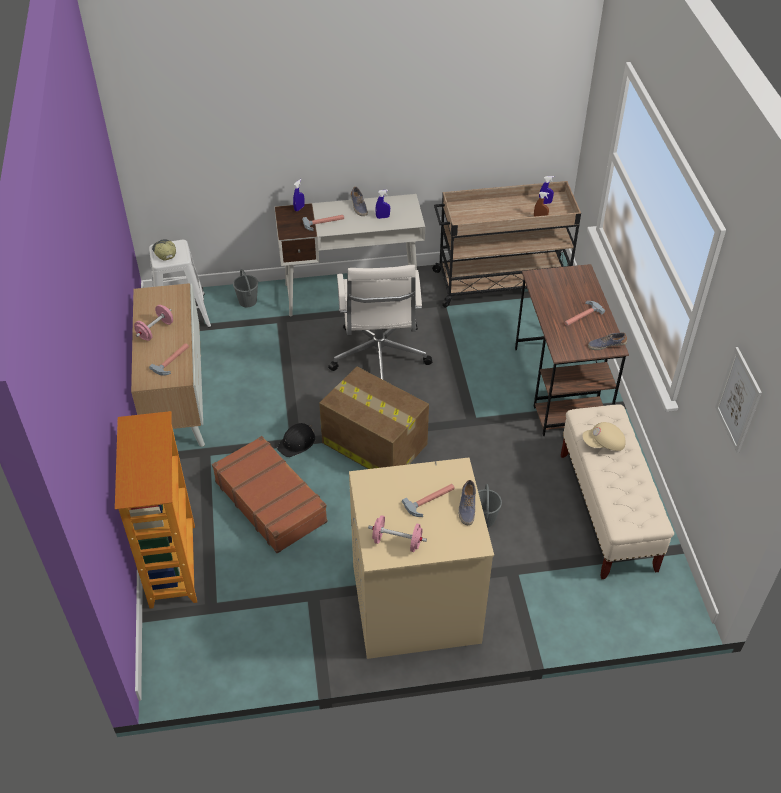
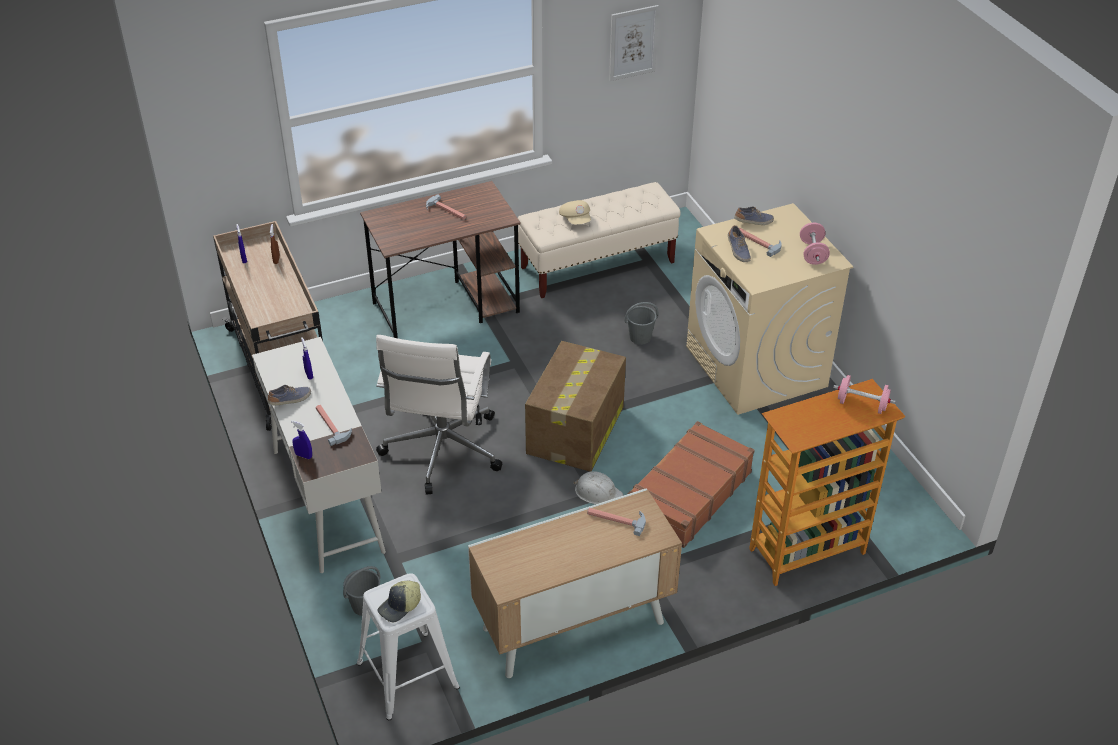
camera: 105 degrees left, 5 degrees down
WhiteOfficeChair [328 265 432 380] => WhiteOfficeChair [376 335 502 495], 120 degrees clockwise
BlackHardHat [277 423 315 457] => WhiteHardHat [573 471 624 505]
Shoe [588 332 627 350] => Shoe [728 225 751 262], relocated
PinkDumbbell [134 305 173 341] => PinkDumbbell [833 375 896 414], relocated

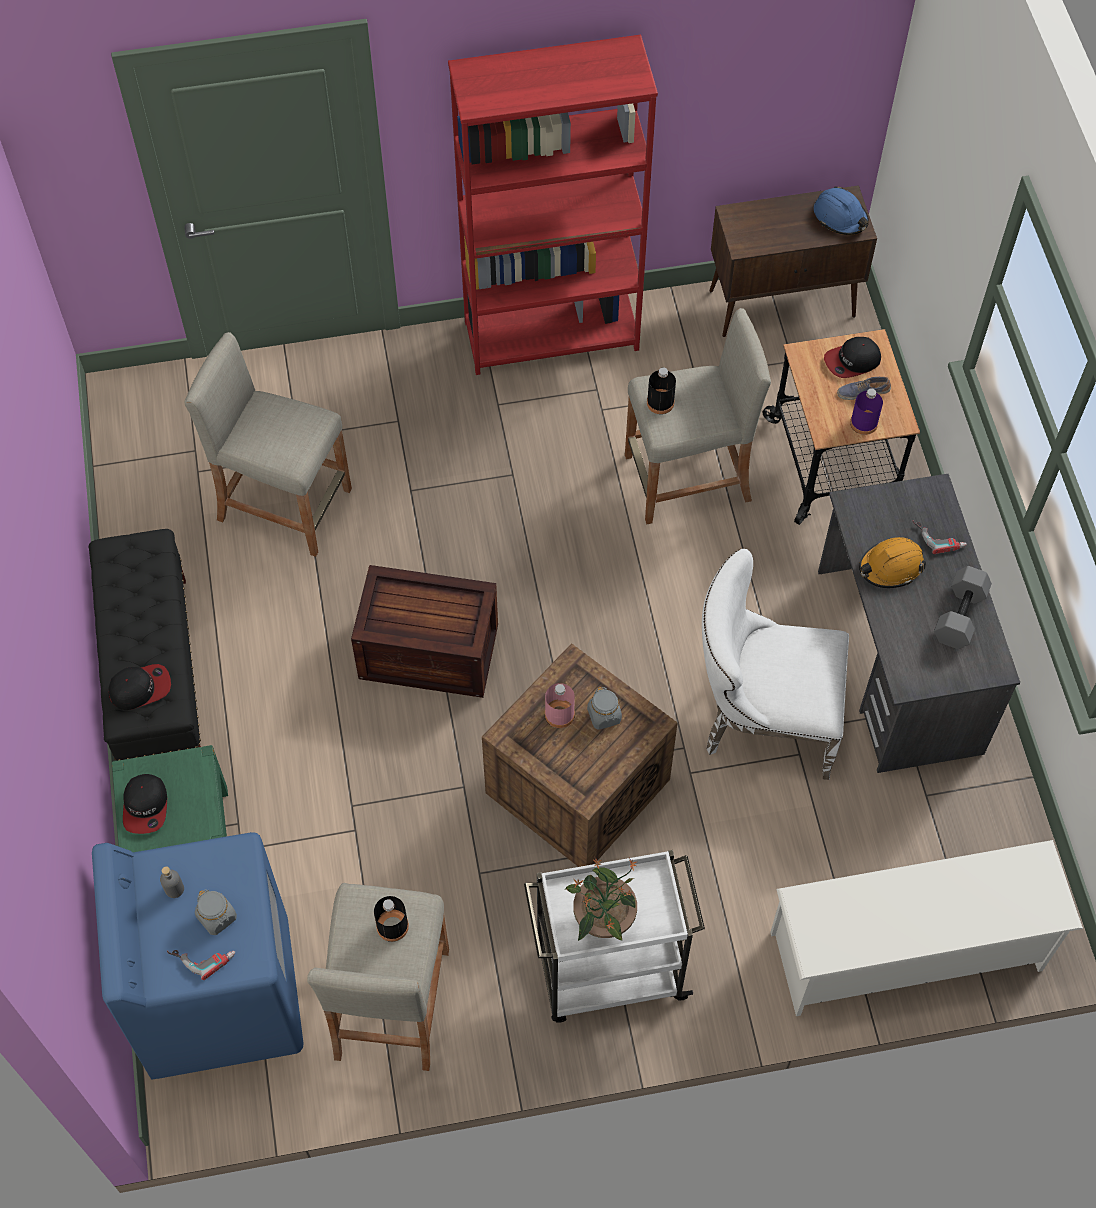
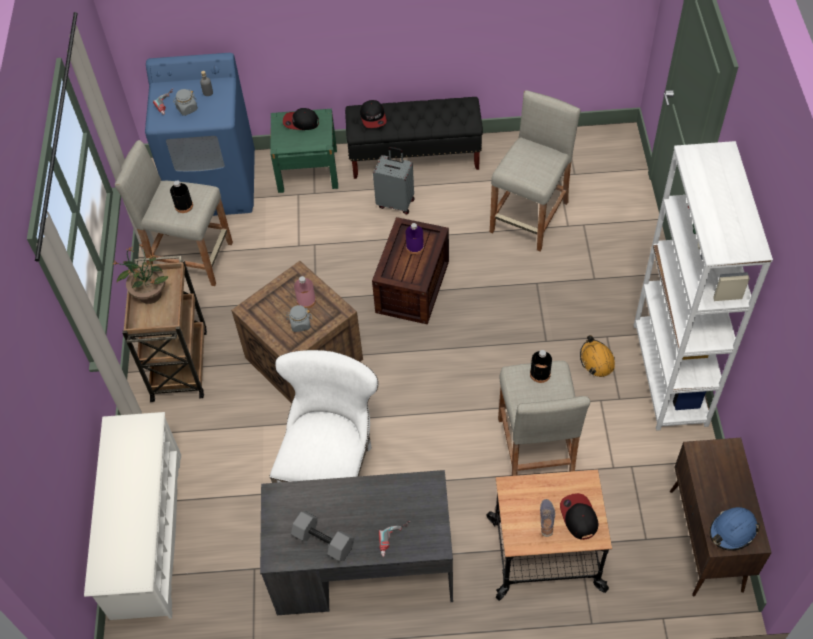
camera: 100 degrees right, 5 degrees down
WhiteCart [524 850 705 1023] => BrownCart [122 256 207 402]
nothing => GreySuitcase [373 147 414 214]
PurpleBottle [850 388 883 435] => PurpleBottle [406 223 424 255], relocated
OrangeHardHat [859 537 926 588] => OrangeHardHat [580 335 615 377], relocated
RedBookcase [448 35 658 375] => WhiteBookcase [634 141 773 431]

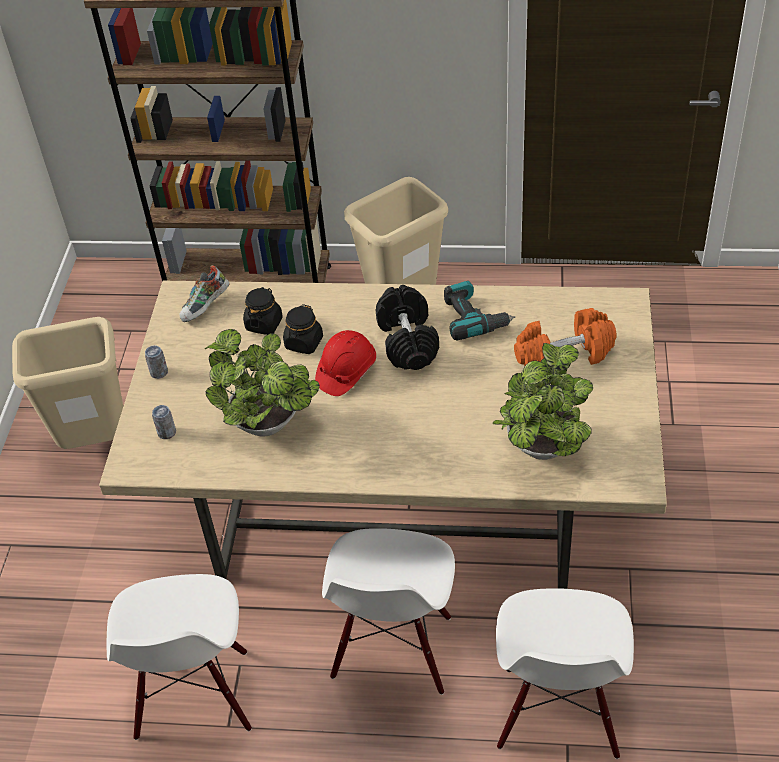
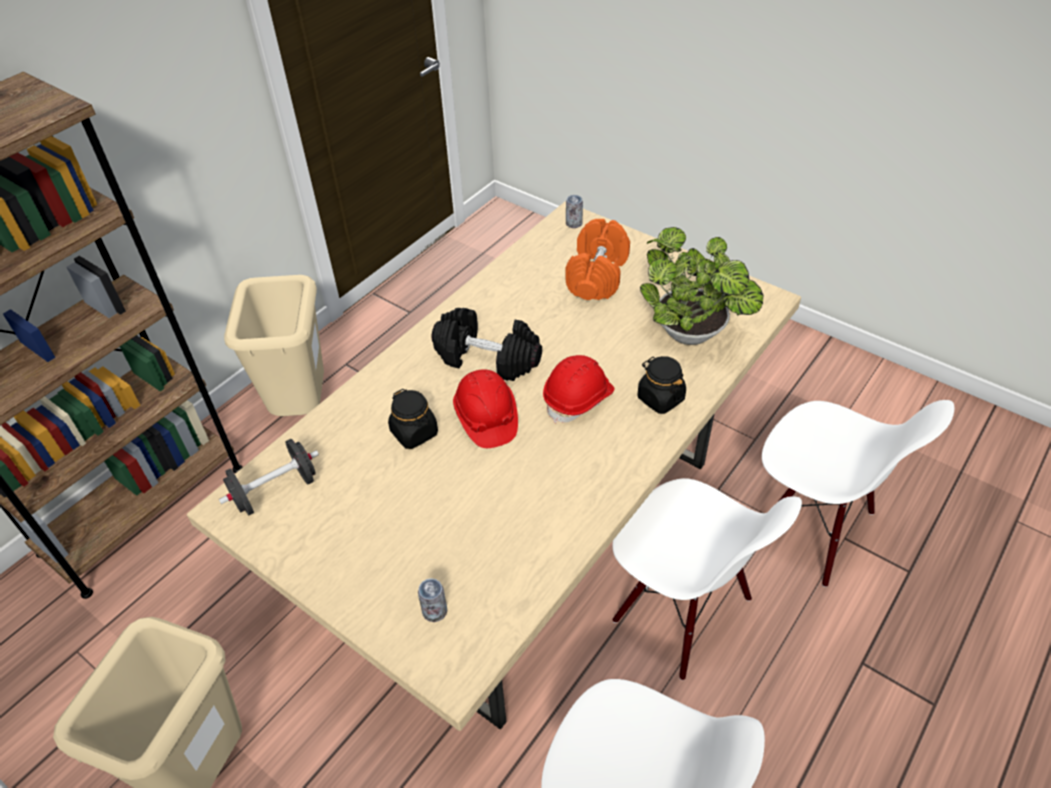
camera: 60 degrees left, 0 degrees up
Shoe [179 265 230 322] => BlackDumbbell [219 439 319 515]
nothing => RedHardHat [543 355 614 423]
Can [145 345 168 379] => Can [566 195 583 228], relocated
BlackJar [243 287 283 335] => BlackJar [638 356 686 414], relocated
PottedPlant [205 329 320 437] => nothing
PowerDrill [444 281 515 341] => nothing

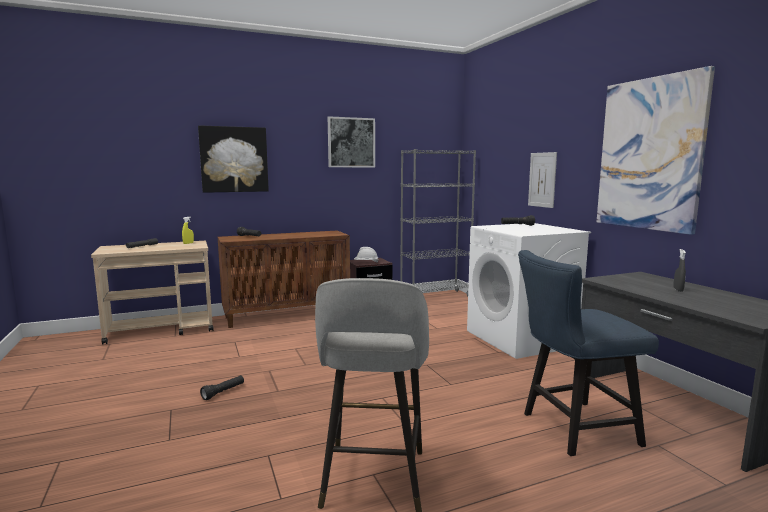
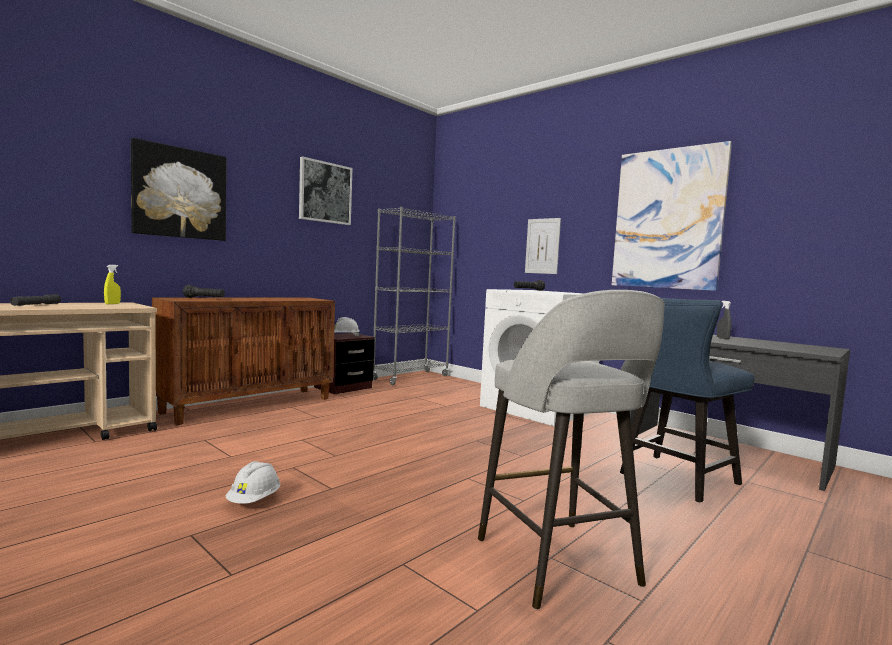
camera: 25 degrees left, 5 degrees down
BlackFlashlight [200 375 244 400] => WhiteHardHat [225 461 280 504]

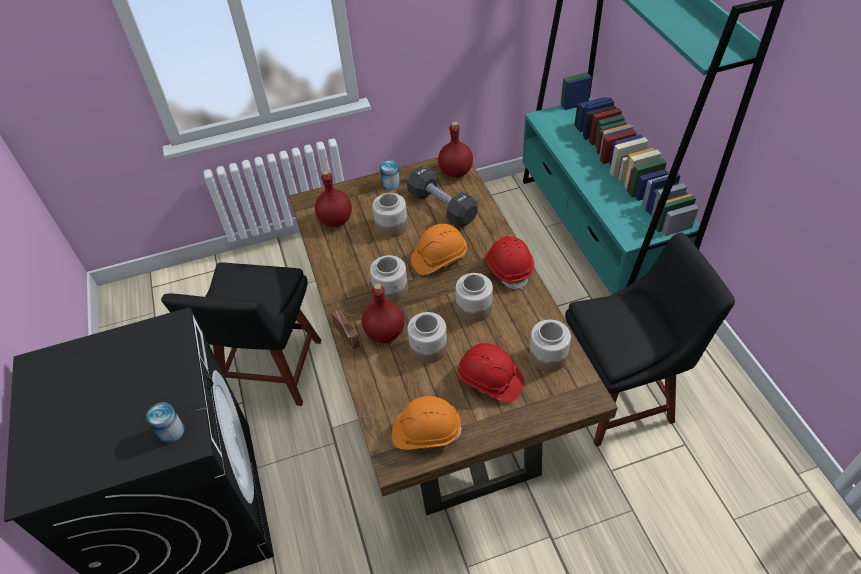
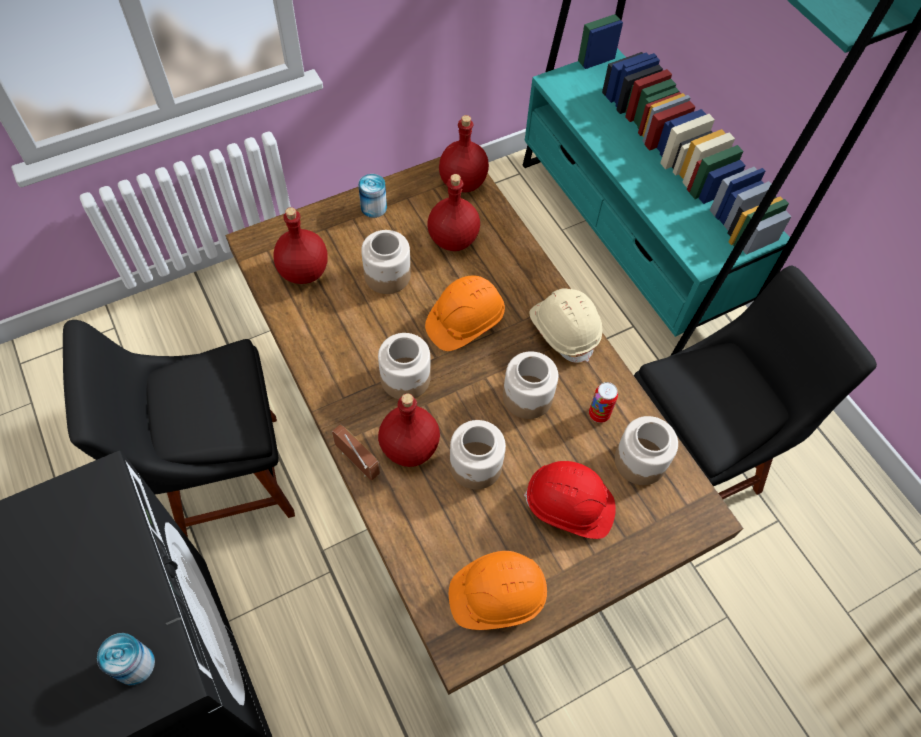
camera: 15 degrees left, 10 degrees up
BlackChair [161 263 321 406] => BlackChair [63 320 295 538], 75 degrees clockwise
BlackDumbbell [407 166 478 227] => RedBottle [427 174 480 251]
RedHardHat [485 236 534 289] => BeigeHardHat [529 288 602 363]
nothing => Can [589 382 618 423]

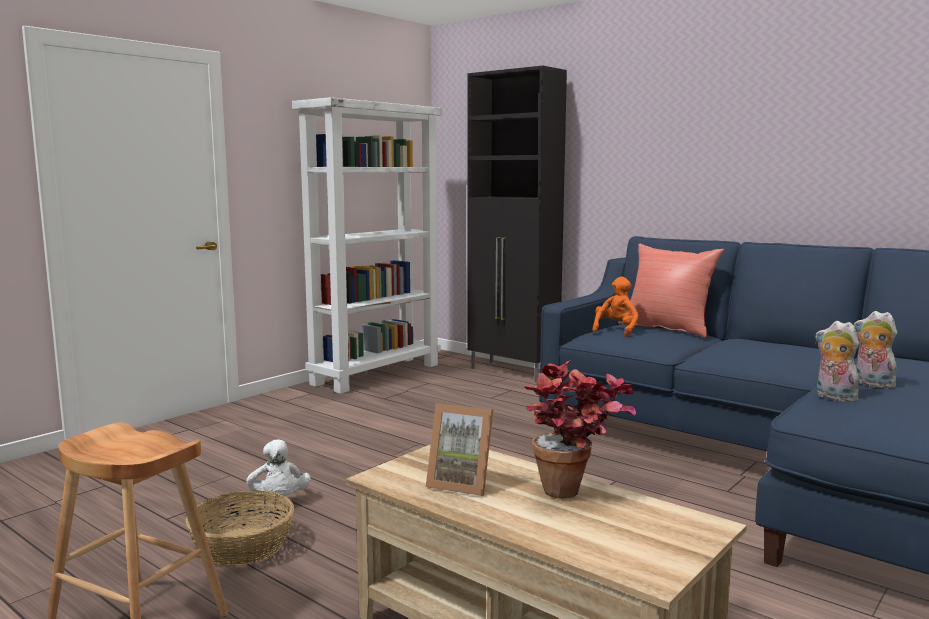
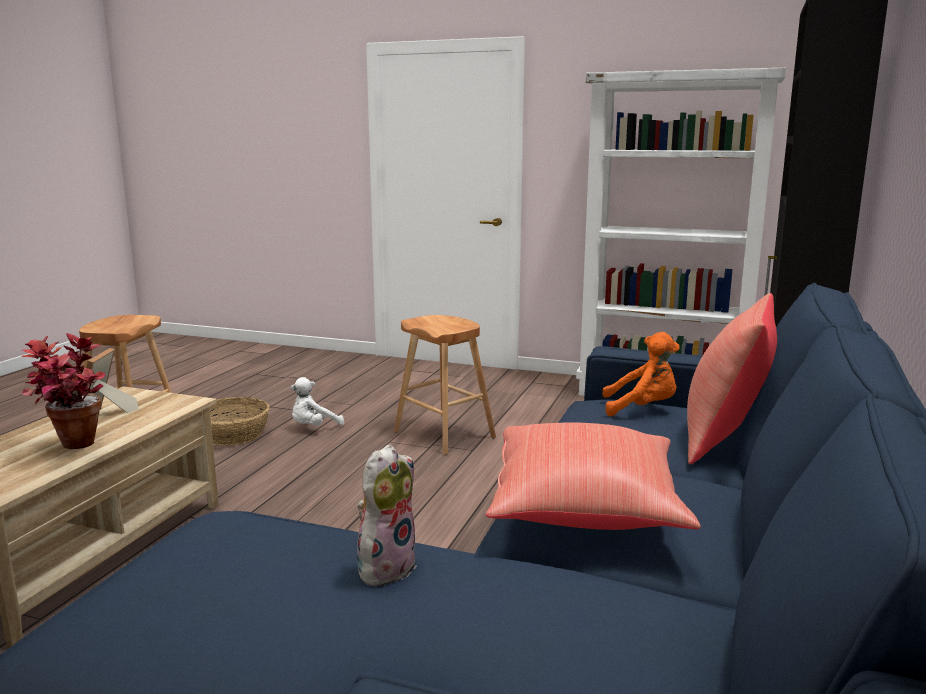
camera: 70 degrees right, 5 degrees up
nothing => BrownStool [394 315 496 455]
nothing => RedPillow [486 422 701 530]
PlushToy [815 321 864 402] => nothing

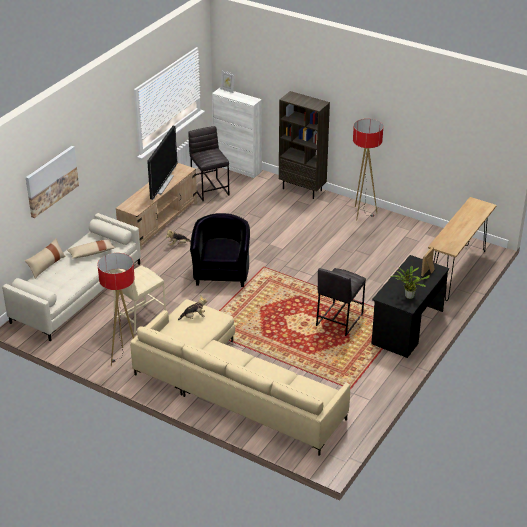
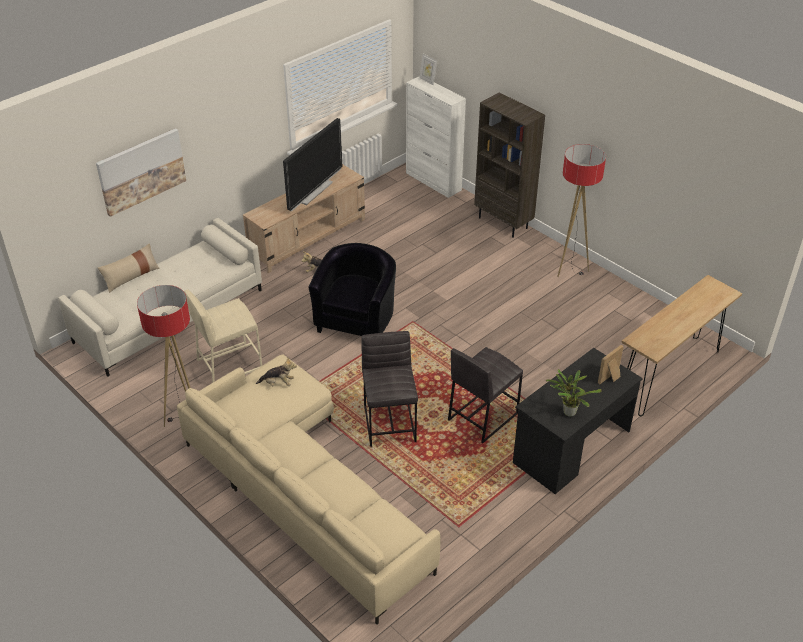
camera: 15 degrees right, 5 degrees up
GreyStool [188 126 229 201] => GreyStool [361 331 418 447], relocated
BeigePillow [67 239 115 259] => nothing

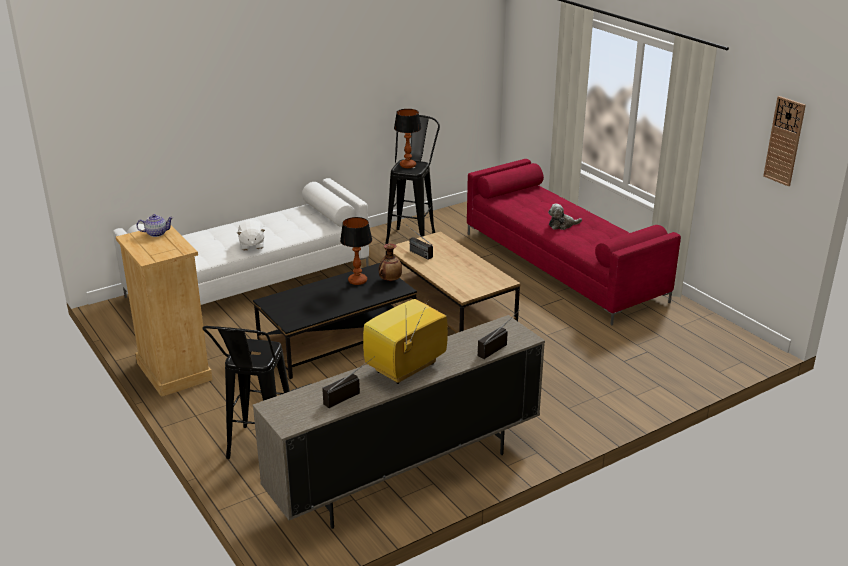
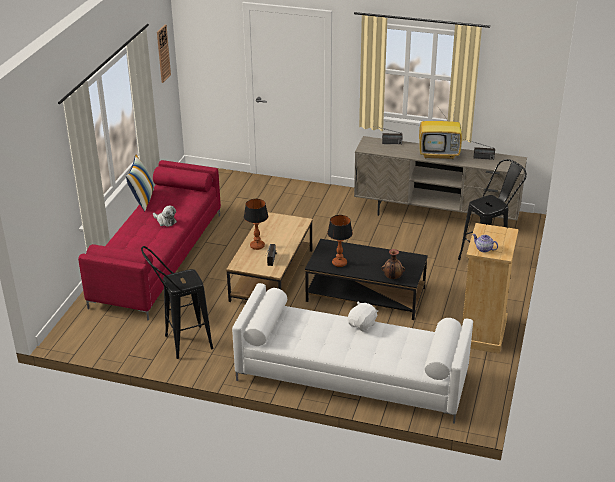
camera: 130 degrees left, 5 degrees up
nothing => Pillow [126 154 154 211]
TableLamp [394 109 421 168] => TableLamp [244 199 268 250], relocated
Vase [379 244 402 281] => Vase [382 249 405 279], relocated

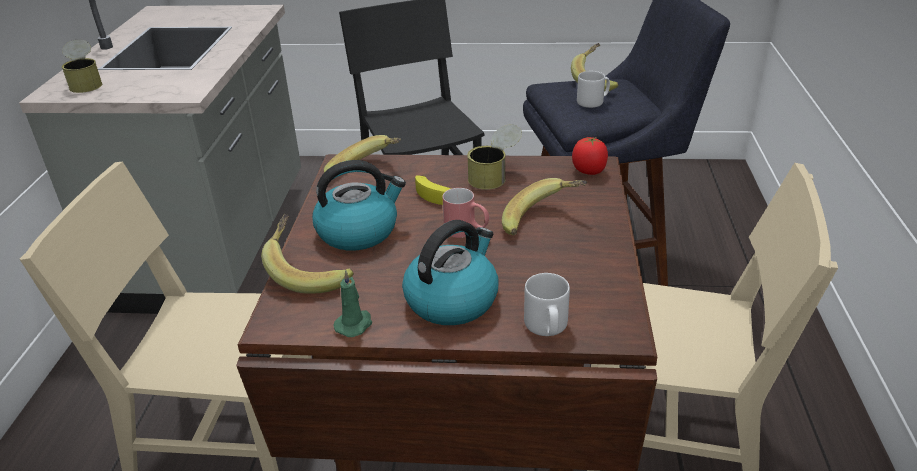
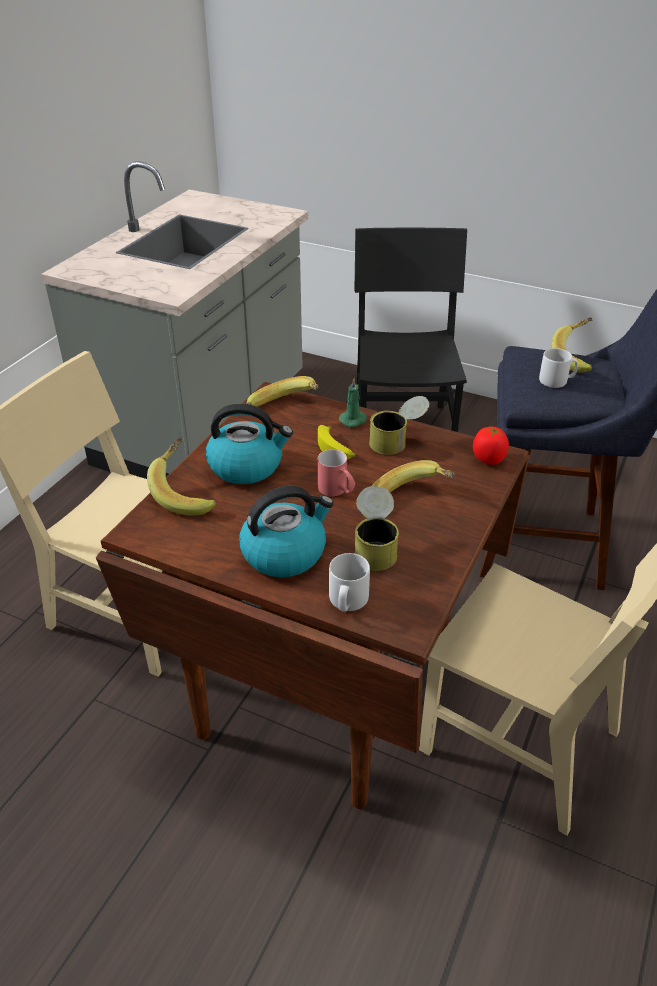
camera: 20 degrees right, 5 degrees up
GreenCandle [333 270 372 337] => GreenCandle [339 378 367 427], relocated
Can [62 39 102 93] => Can [355 486 399 571], relocated

